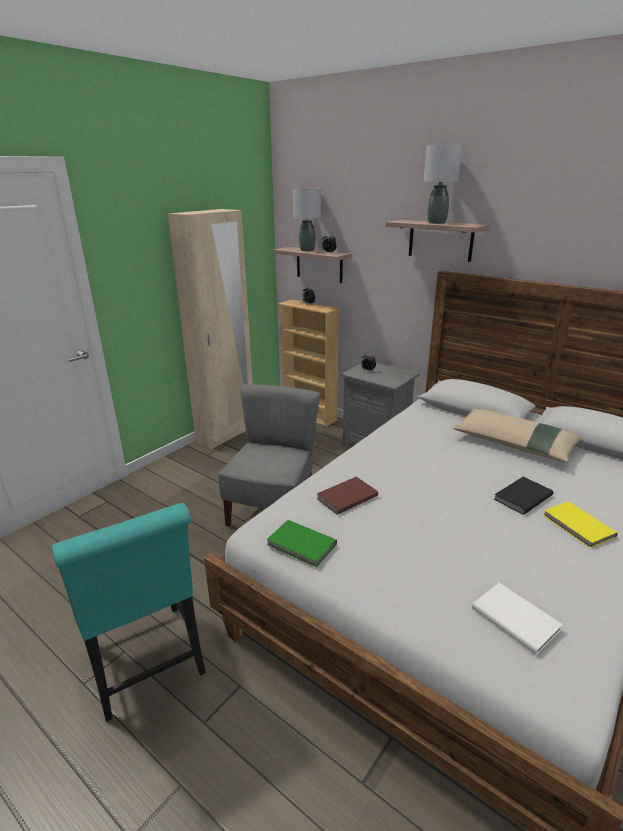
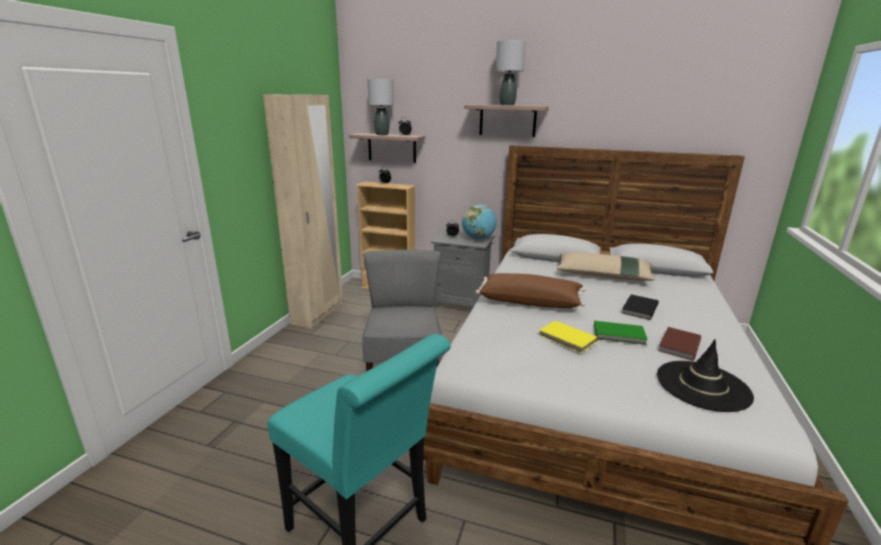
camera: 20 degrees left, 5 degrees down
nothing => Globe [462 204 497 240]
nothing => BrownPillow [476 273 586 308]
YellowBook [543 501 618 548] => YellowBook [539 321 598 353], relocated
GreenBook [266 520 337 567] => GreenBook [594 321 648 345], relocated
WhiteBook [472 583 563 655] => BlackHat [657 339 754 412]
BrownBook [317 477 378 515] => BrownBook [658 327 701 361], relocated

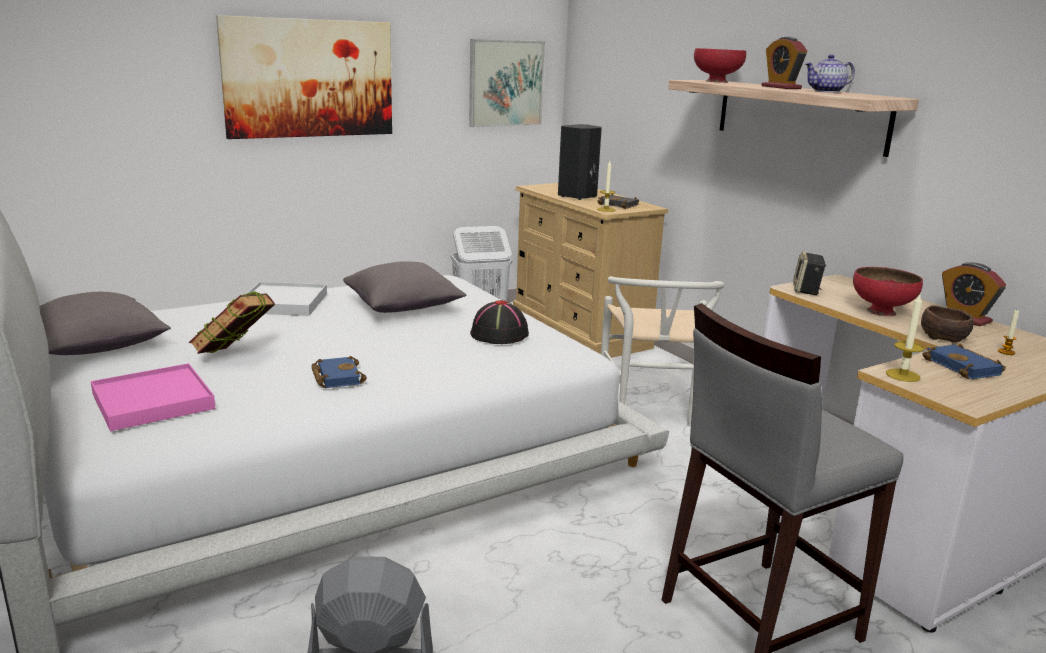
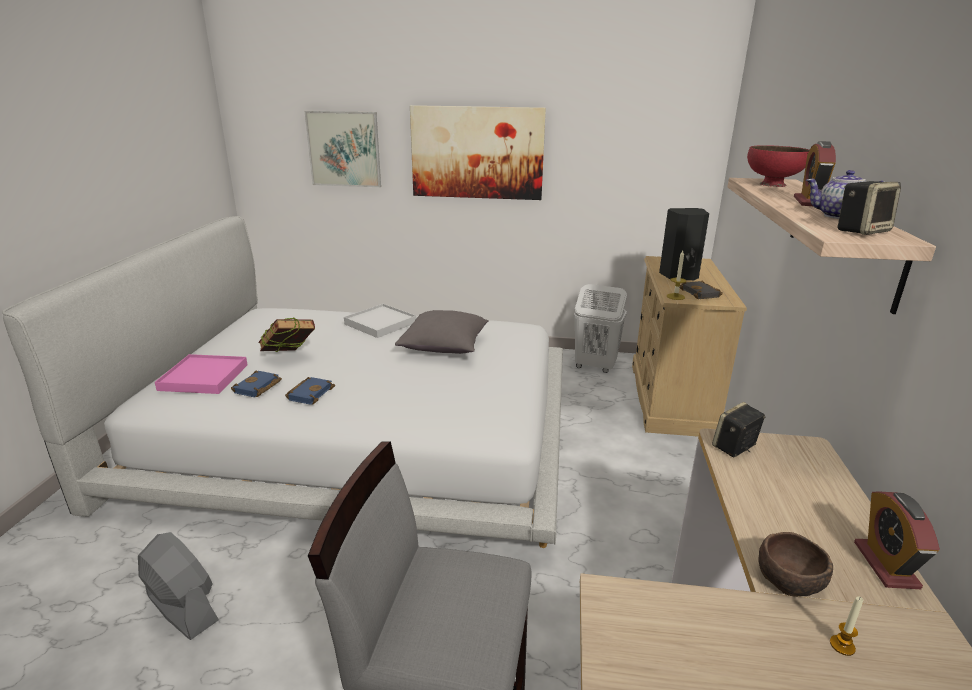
camera: 40 degrees right, 5 degrees up
BlueBook [922 344 1006 379] => BlueBook [231 370 282 397], relocated
Picture [469 39 545 127] => Picture [304 111 381 187], relocated
nothing => Speaker [837 181 901 235]
GreyPillow [40 292 171 355] => nothing
BlackHat [470 300 529 344] => nothing
WhiteChair [601 276 724 426] => nothing
RedBowl [853 267 923 316] => nothing
Candle [886 295 924 382] => nothing

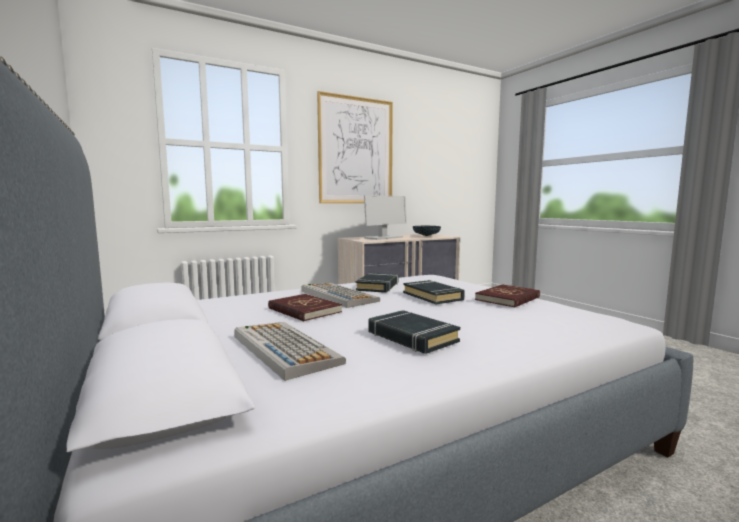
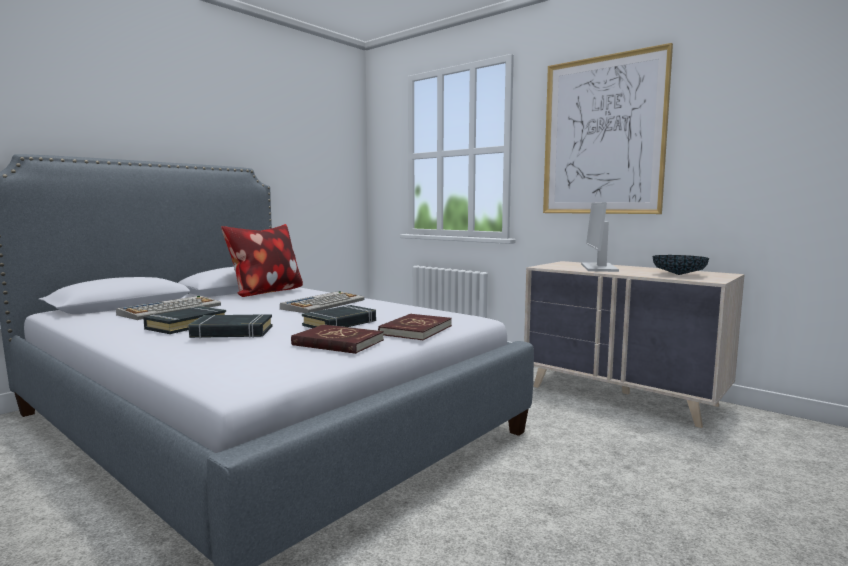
camera: 70 degrees right, 0 degrees up
BlackBook [356 273 399 293] => BlackBook [188 314 273 338], relocated
nothing => Pillow [221 224 303 297]
RedBook [268 294 342 321] => RedBook [378 314 452 340], relocated
Monitor [364 195 407 240] => Monitor [581 202 619 272], 75 degrees clockwise

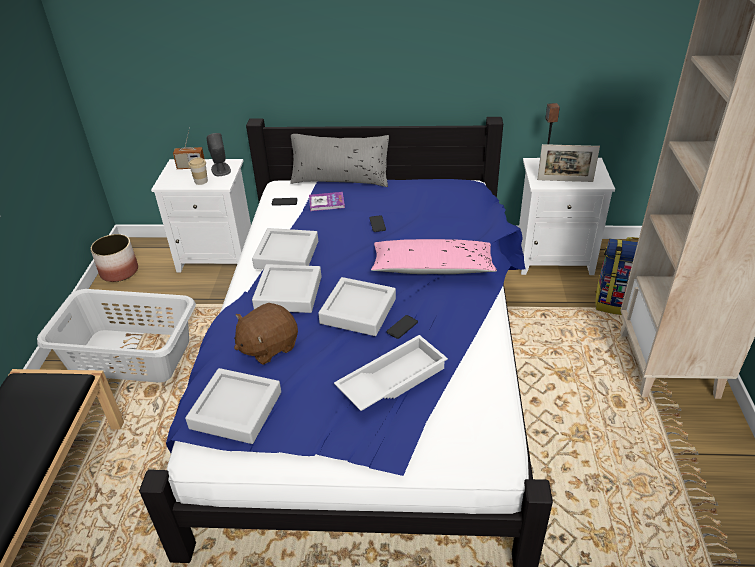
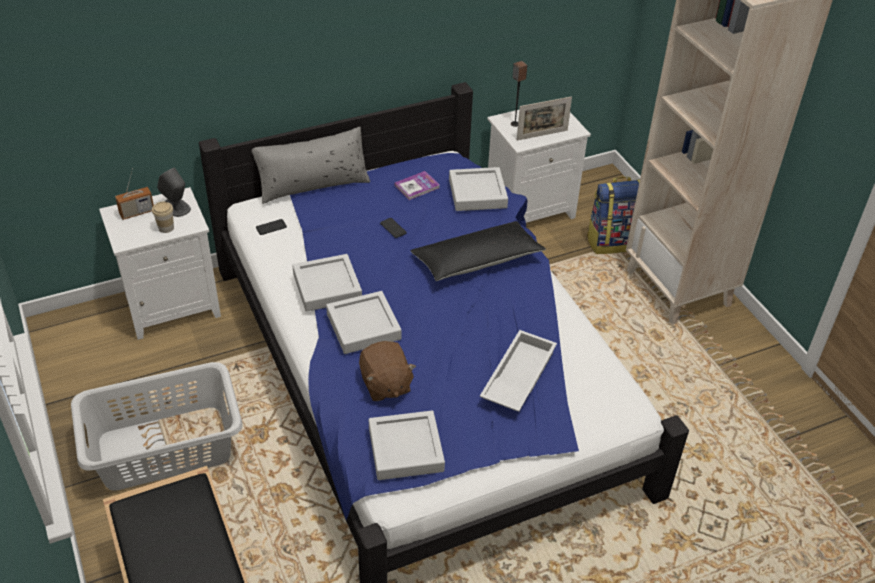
camera: 30 degrees left, 5 degrees up
BrownPlushToy [234 303 298 365] => BrownPlushToy [359 341 416 401], 45 degrees counterclockwise
Book [309 192 345 211] => Book [394 171 440 200], relocated
PinkPillow [371 239 497 274] => BlackPillow [411 221 546 281]
GreyTray [318 277 396 336] => GreyTray [449 167 508 211], relocated
Planter [90 234 138 282] => nothing
Phone [387 315 418 339] => nothing

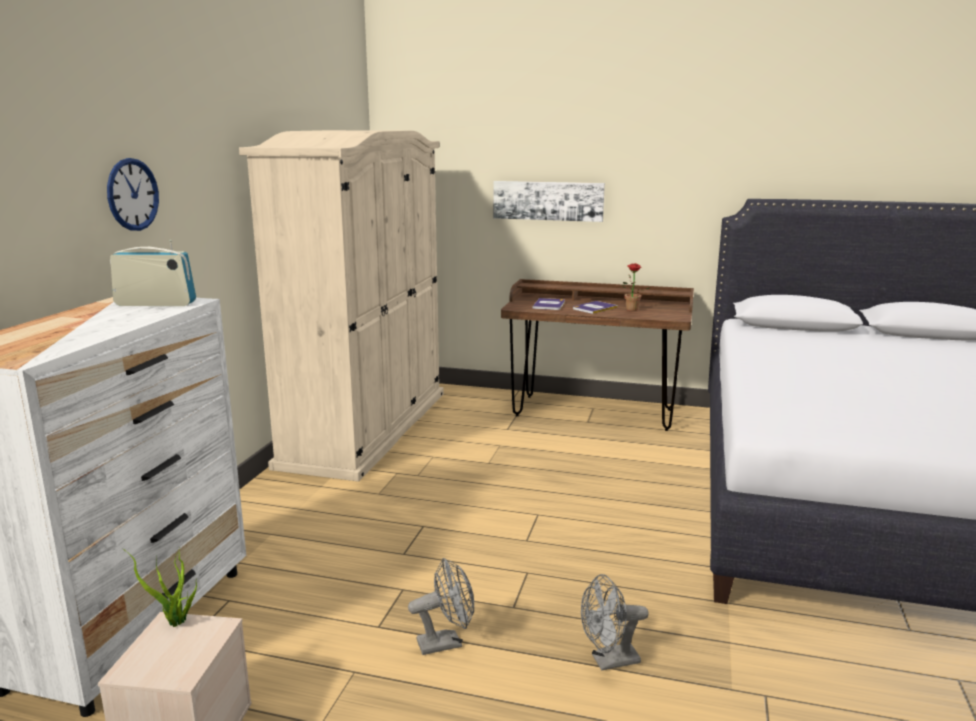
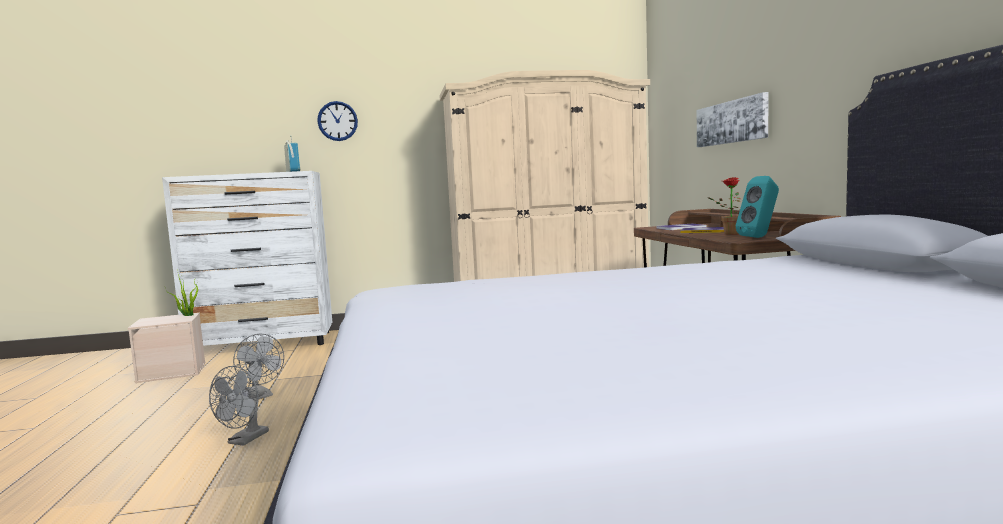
camera: 65 degrees right, 10 degrees down
GreyFan [581 574 649 671] => GreyFan [209 366 269 446], 120 degrees counterclockwise
nothing => TurquoiseSpeaker [735 176 779 238]

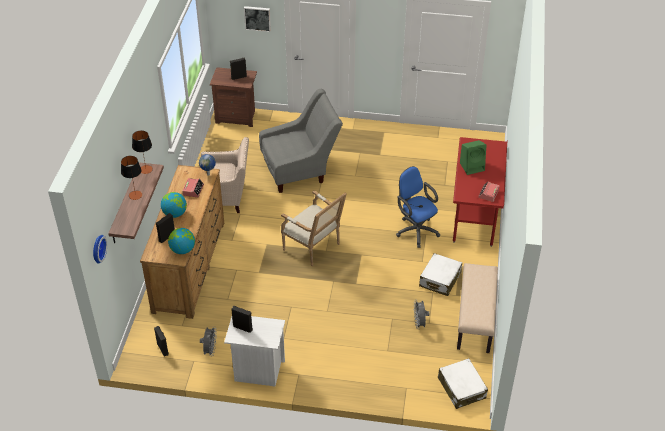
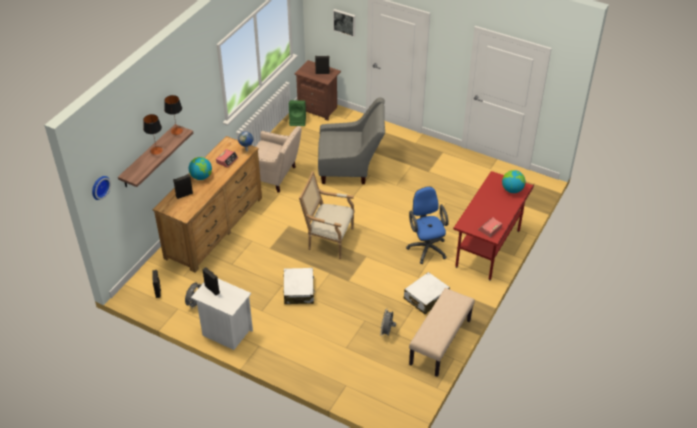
camera: 20 degrees right, 0 degrees up
WhiteSuitcase [438 358 488 409] => WhiteSuitcase [283 268 315 304], relocated
GreenSpeaker [460 140 487 175] => GreenSpeaker [289 100 306 126], relocated
Armchair [281 190 347 266] => Armchair [299 171 354 259], 135 degrees clockwise
Globe [168 228 195 254] => Globe [502 170 526 193], relocated

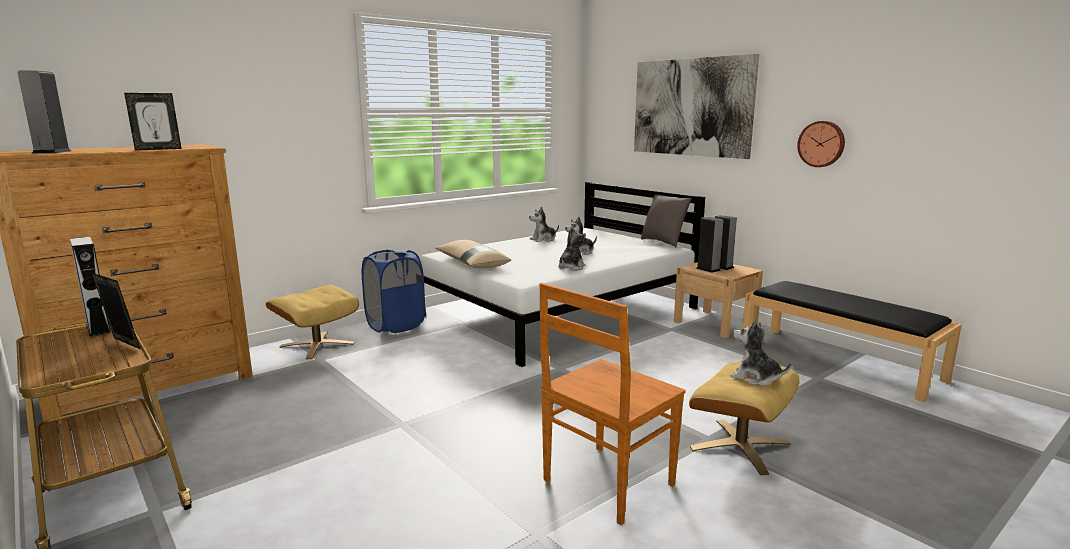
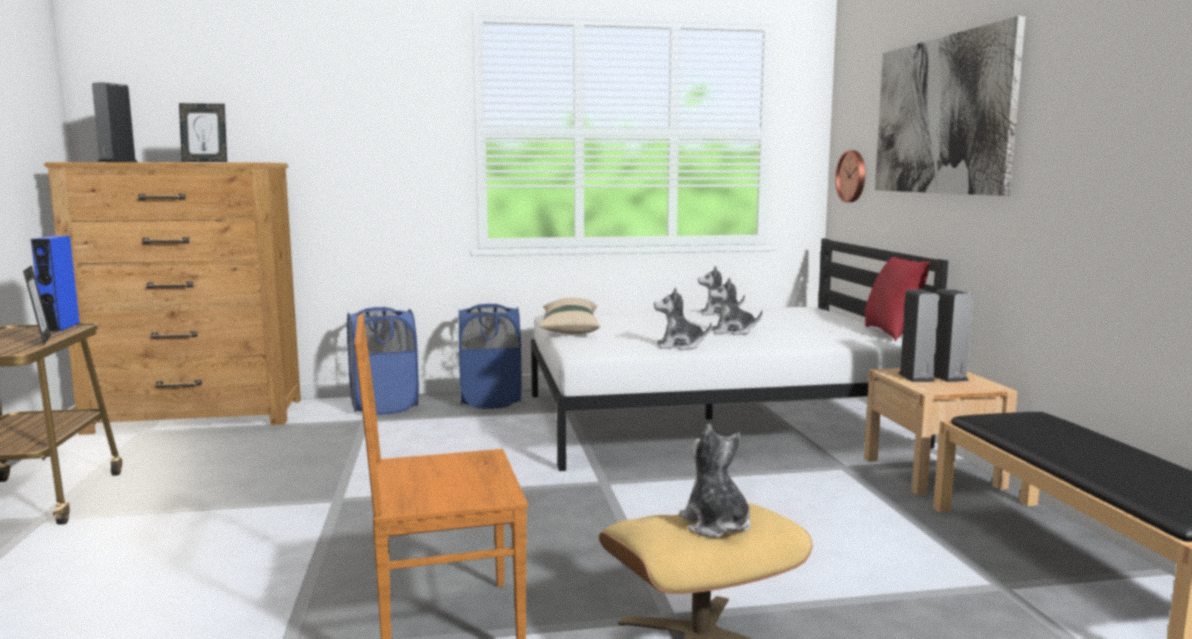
camera: 30 degrees right, 5 degrees down
GreySpeaker [70 237 111 337] => BlueSpeaker [31 236 81 332]
BeigeOttoman [266 285 359 359] => BlueLaundryBasket [347 307 419 415]
PlushToy [558 227 586 271] => PlushToy [654 287 712 350], 150 degrees counterclockwise
WallClock [797 121 845 167] => WallClock [835 150 865 202], relocated
GreyPillow [641 195 692 247] => RedPillow [865 257 930 341]

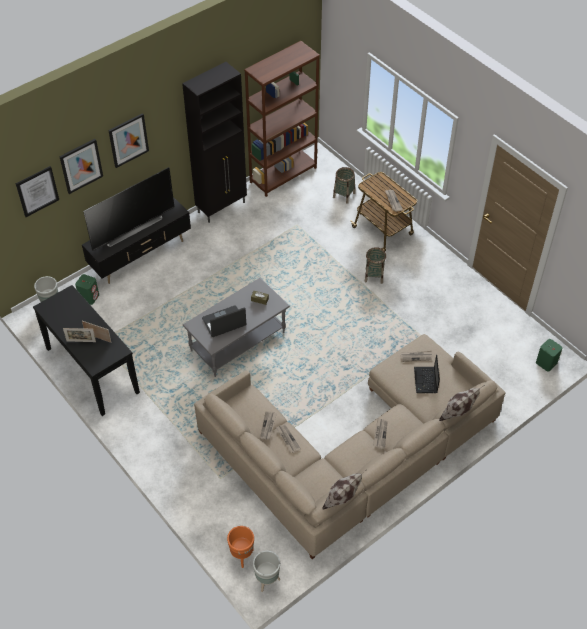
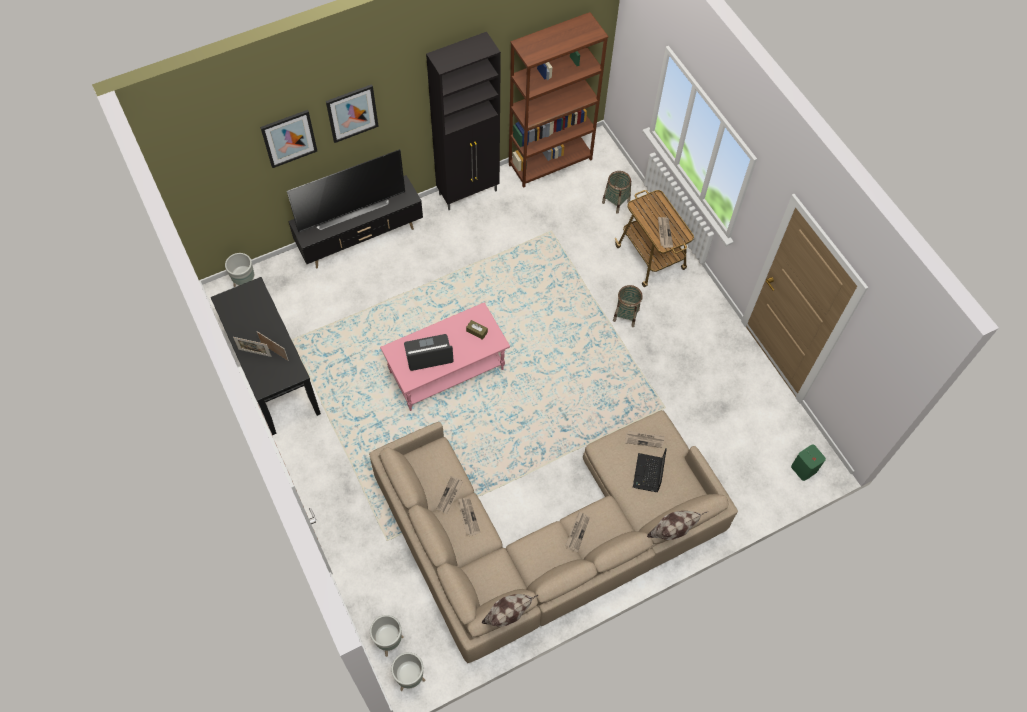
camera: 10 degrees right, 10 degrees up
OrangePlanter [227 526 254 568] => GreyPlanter [370 615 404 657]
GreyCoffeeTable [183 278 290 377] => PinkCoffeeTable [380 302 510 411]
Picture [16 166 59 217] => nothing
GreenSpeaker [75 274 99 305] => nothing

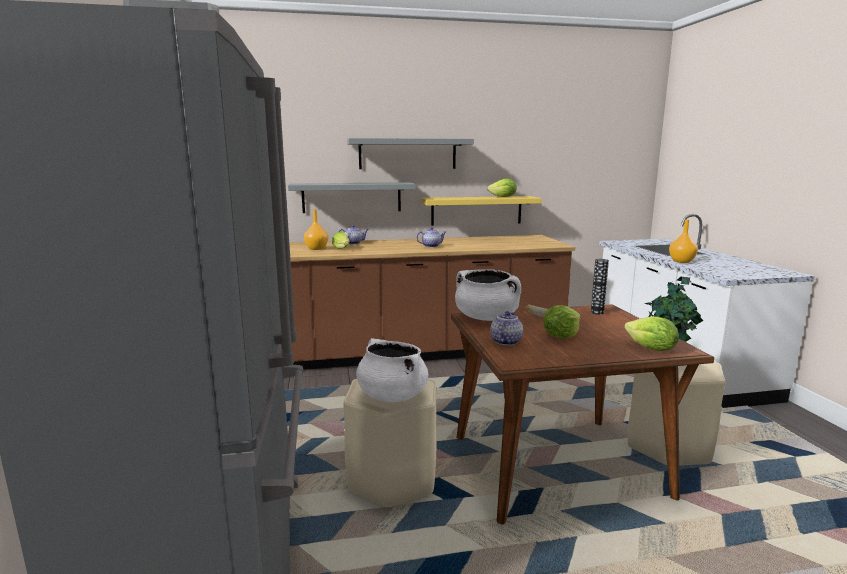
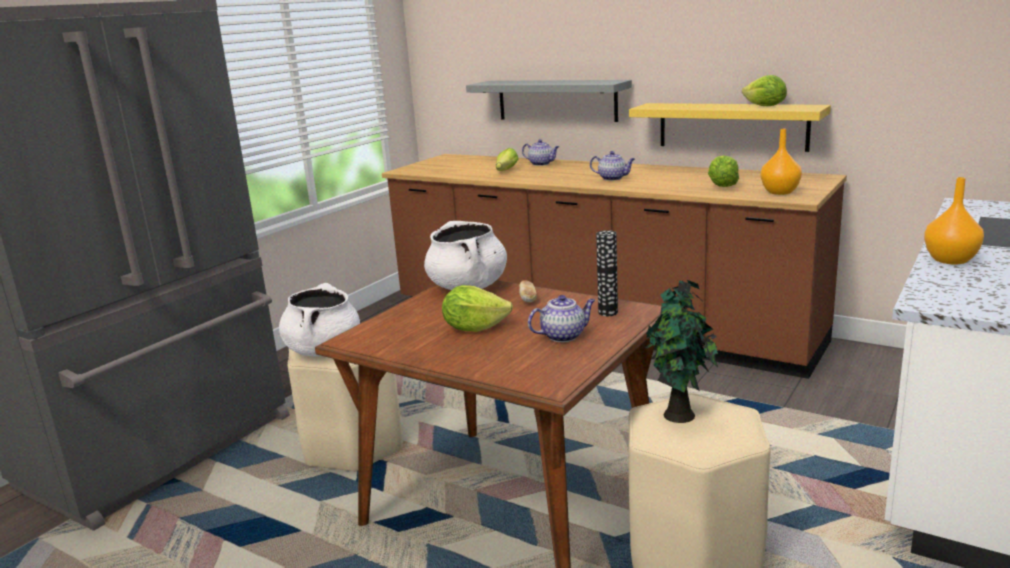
camera: 45 degrees right, 5 degrees up
Teapot [490 311 523 346] => Teapot [528 295 595 342], relocated
Lettuce [624 316 679 351] => Lettuce [708 155 739 187], relocated
OrangeVase [304 210 328 250] => OrangeVase [761 129 802 195], relocated
GreyShelf [347 138 474 169] => nothing

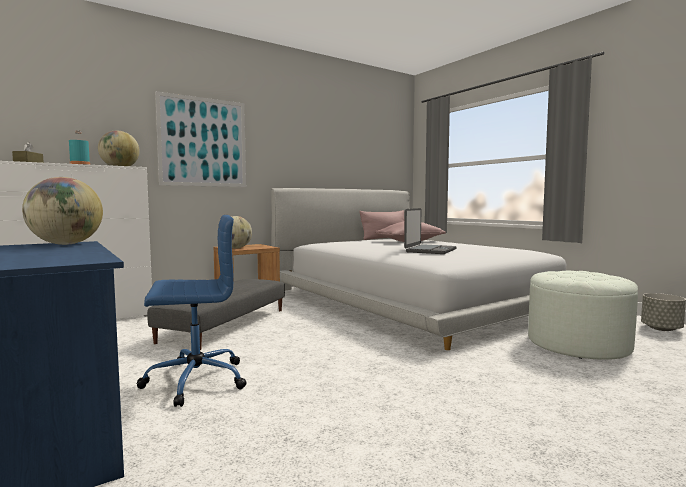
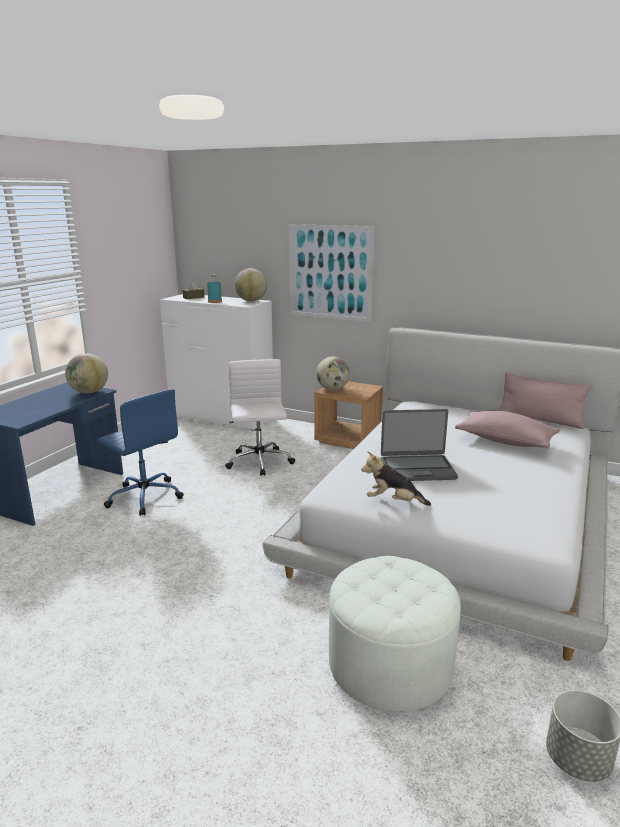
camera: 60 degrees right, 15 degrees up
GreyOttoman [147 279 285 350] => WhiteOfficeChair [225 359 295 476]
nothing => PlushToy [361 451 431 506]

